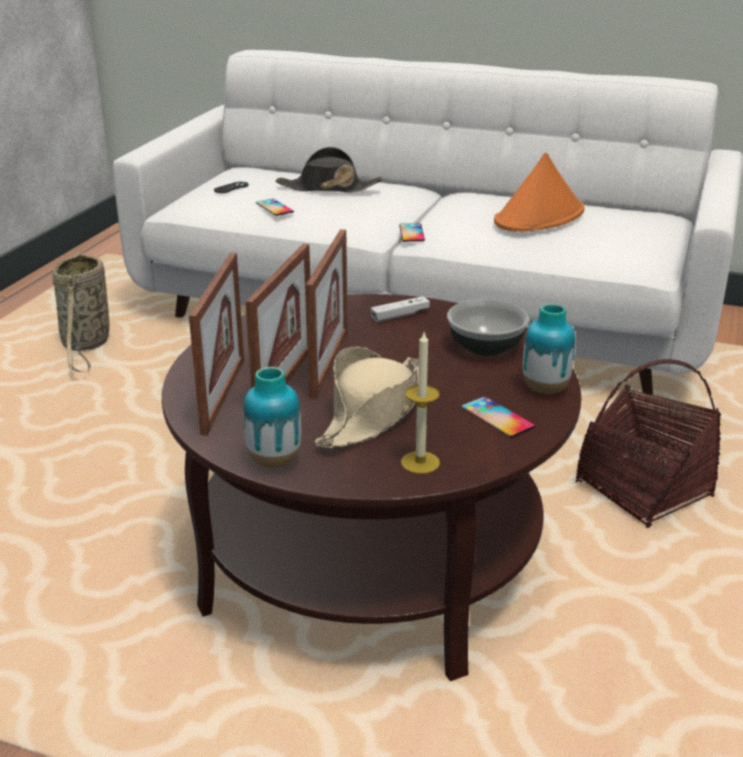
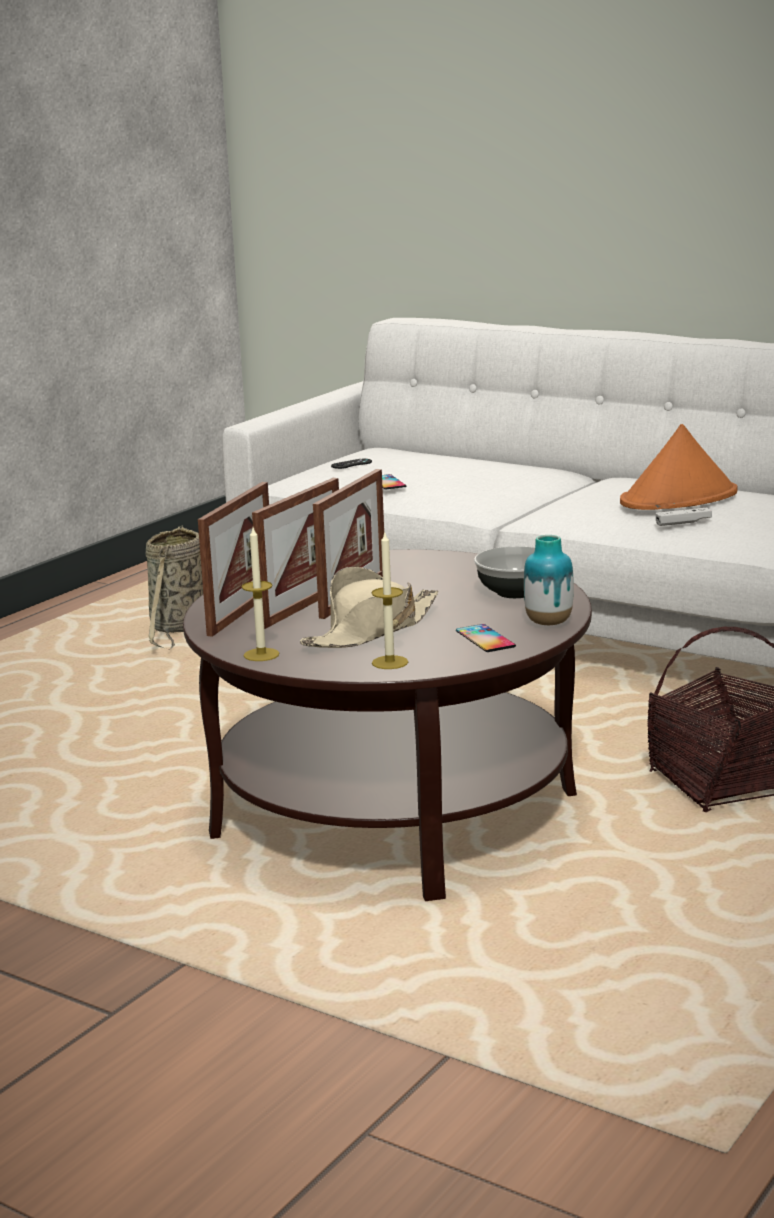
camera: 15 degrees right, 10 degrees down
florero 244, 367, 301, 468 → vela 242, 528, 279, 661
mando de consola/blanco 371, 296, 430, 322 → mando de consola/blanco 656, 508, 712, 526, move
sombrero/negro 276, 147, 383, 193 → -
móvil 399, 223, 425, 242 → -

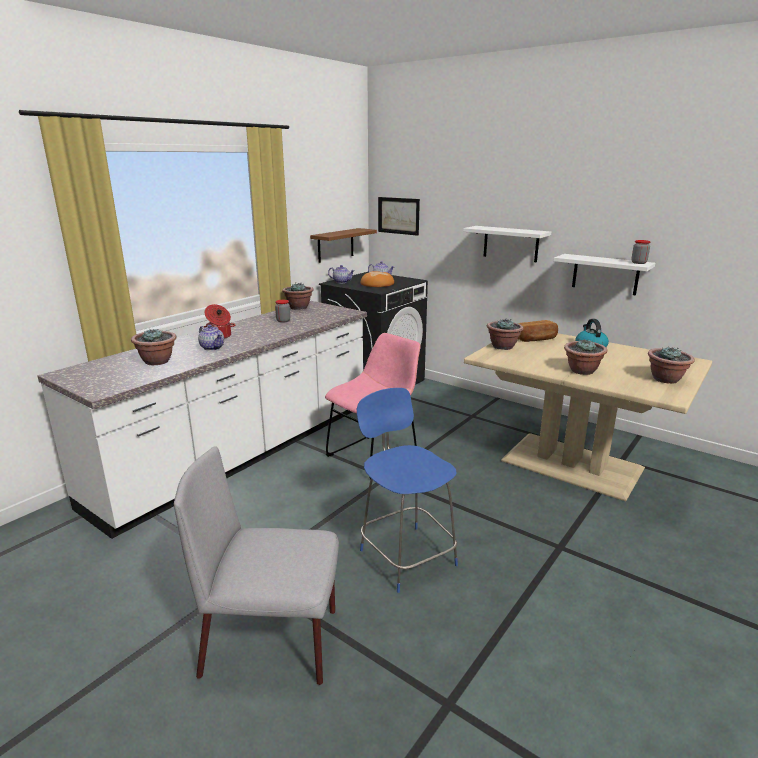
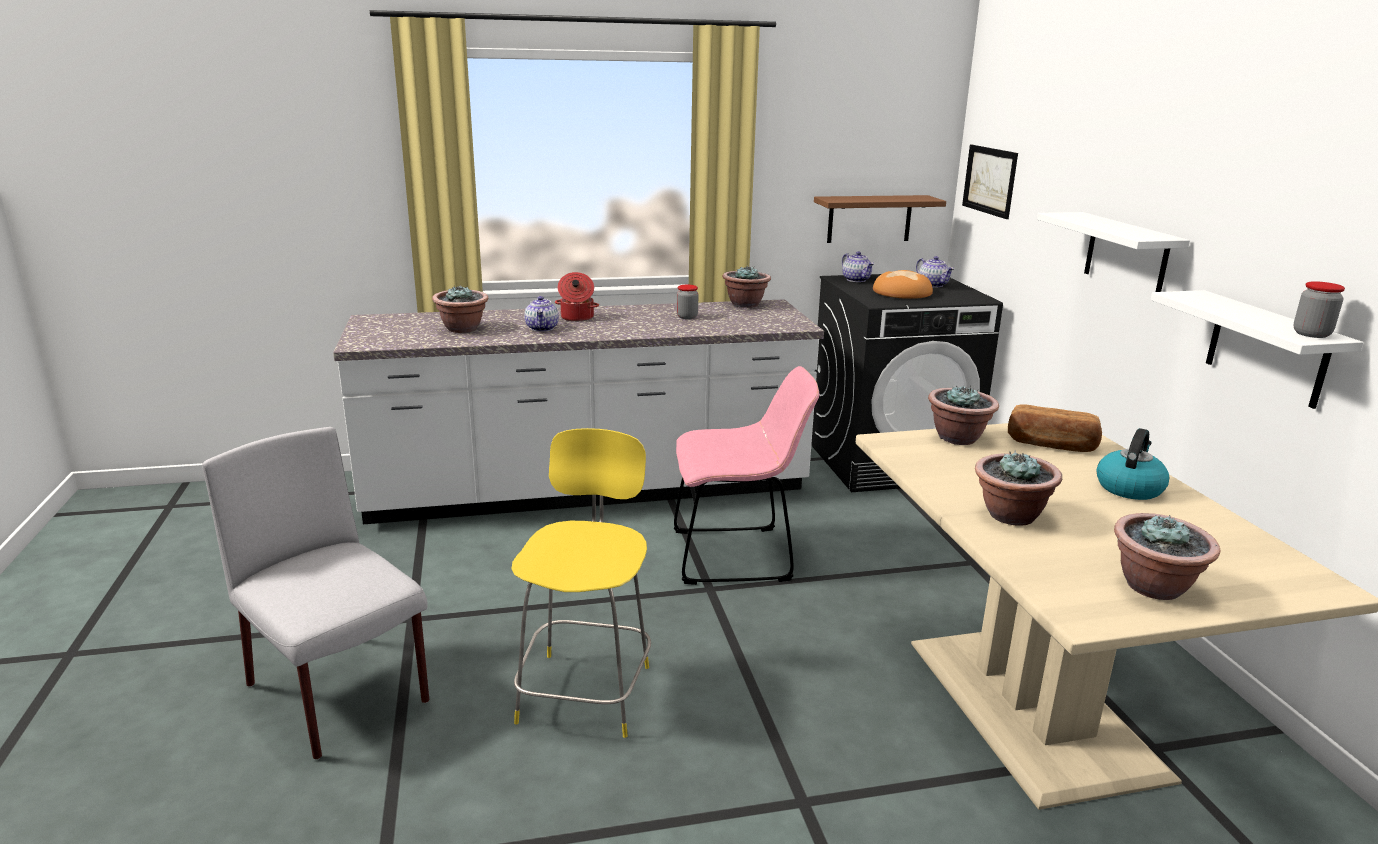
camera: 40 degrees right, 0 degrees up
silla/azul 357, 388, 458, 593 → silla/amarillo 511, 428, 651, 738

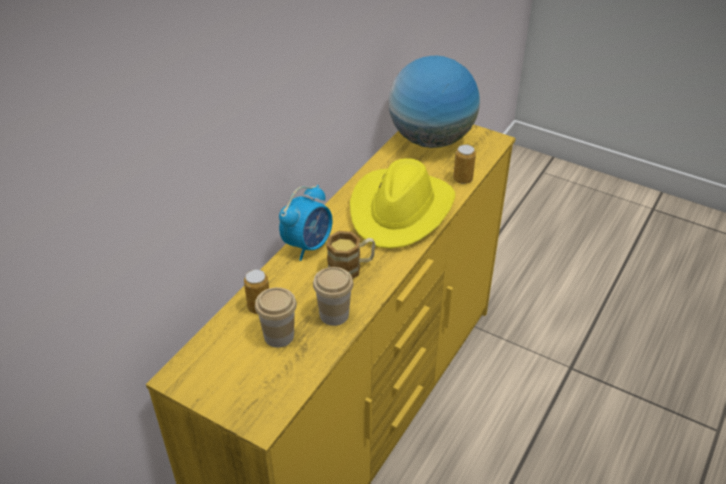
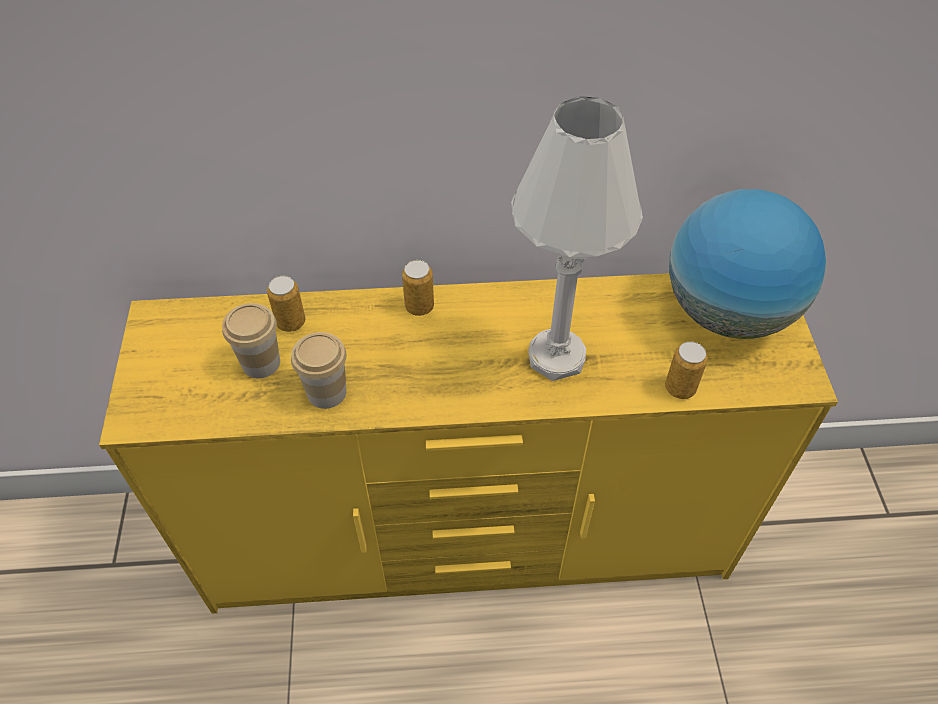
camera: 55 degrees right, 10 degrees up
despertador 279, 185, 332, 261 → lata 402, 260, 434, 316
sombrero/amarillo 350, 158, 455, 248 → lámpara de mesa/blanco 511, 96, 643, 381
taza grande 326, 231, 375, 279 → -

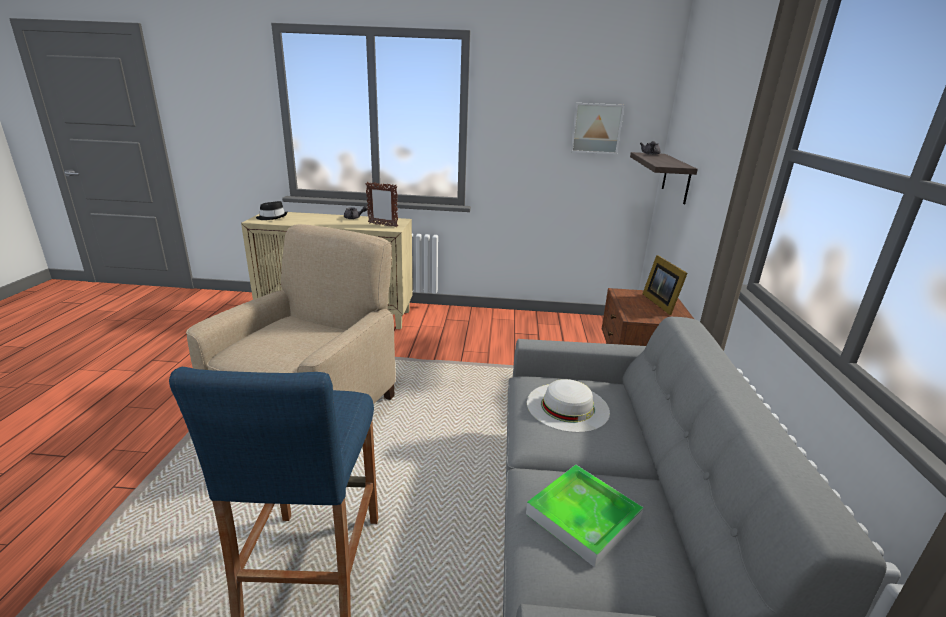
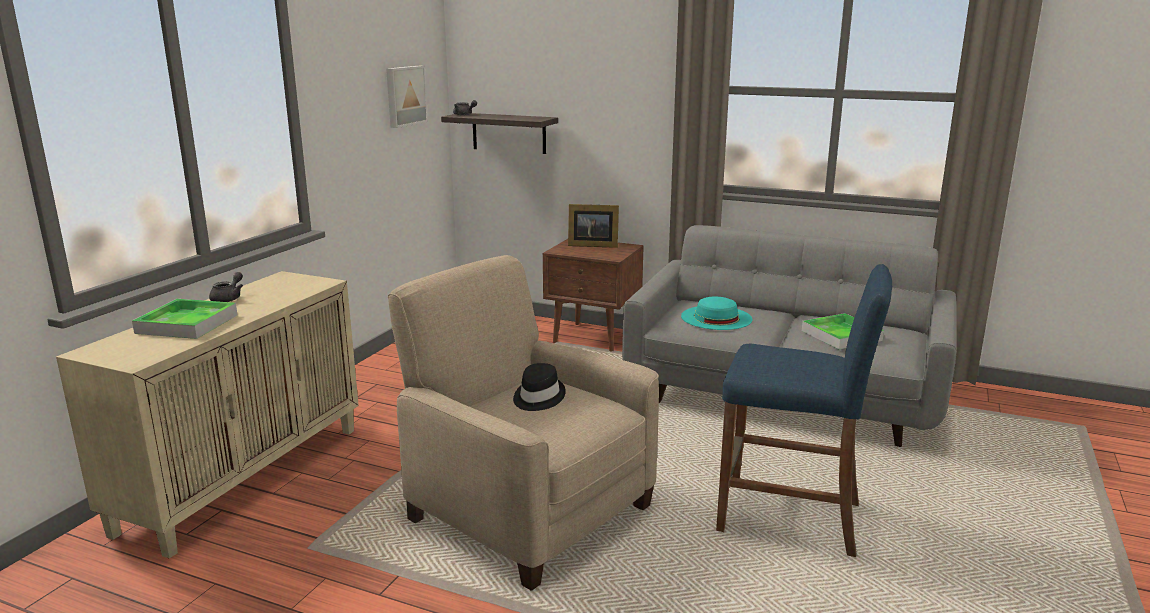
camera: 70 degrees left, 5 degrees down
- → bandeja 132, 299, 238, 339
sombrero/negro 256, 201, 288, 220 → sombrero/negro 513, 363, 566, 411, move
sombrero/blanco 527, 379, 610, 432 → sombrero/turquesa 681, 297, 752, 330
portarretratos 366, 182, 398, 227 → -

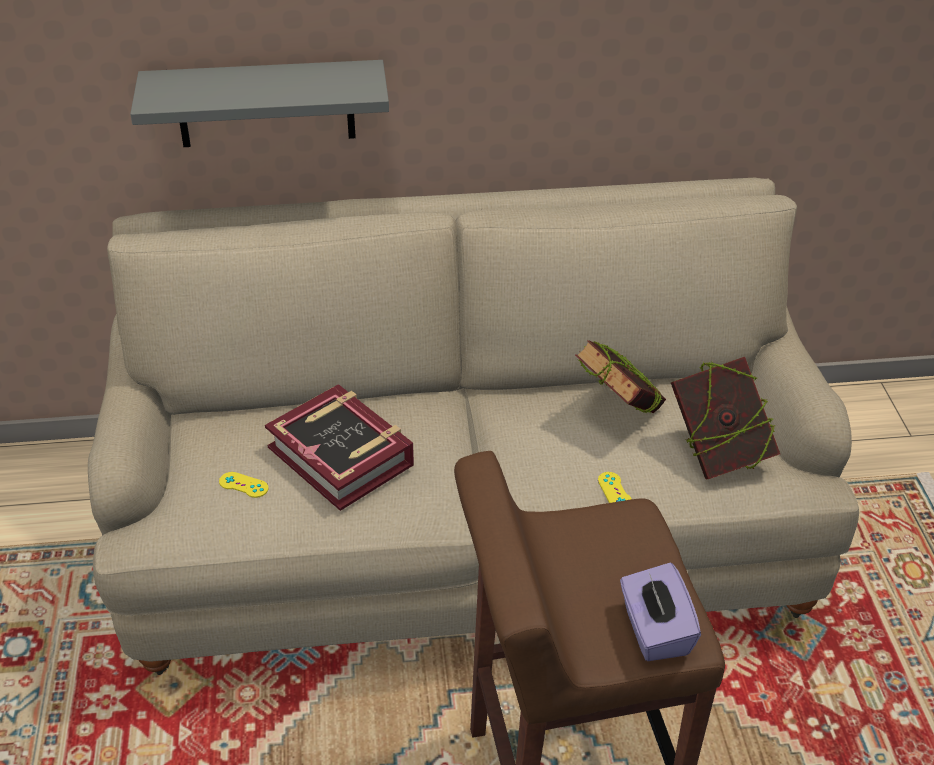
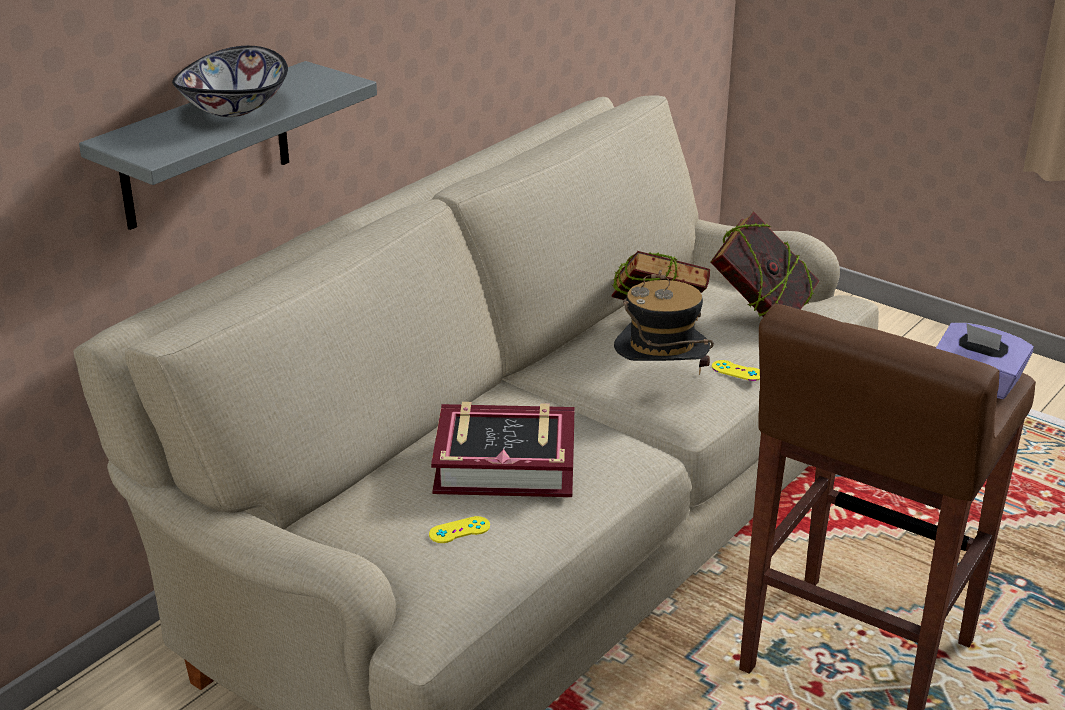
camera: 45 degrees left, 10 degrees down
- → cuenco 172, 46, 288, 117
- → sombrero 614, 269, 714, 375

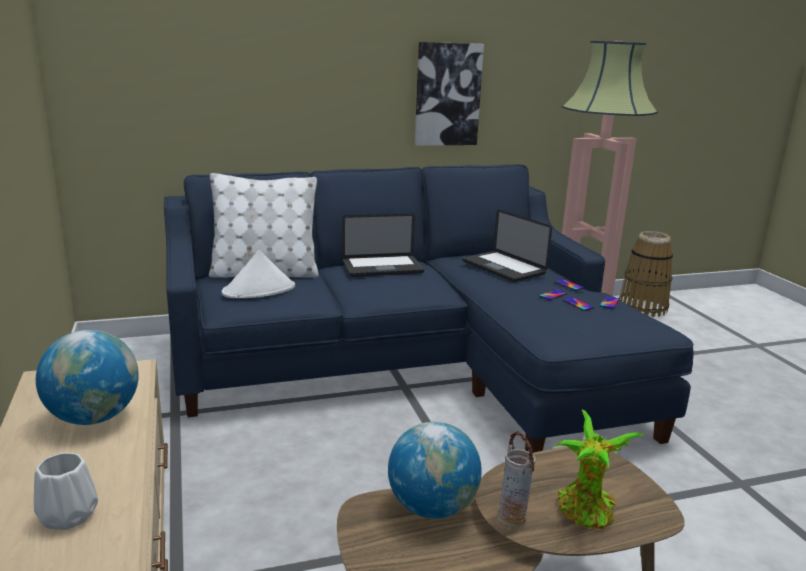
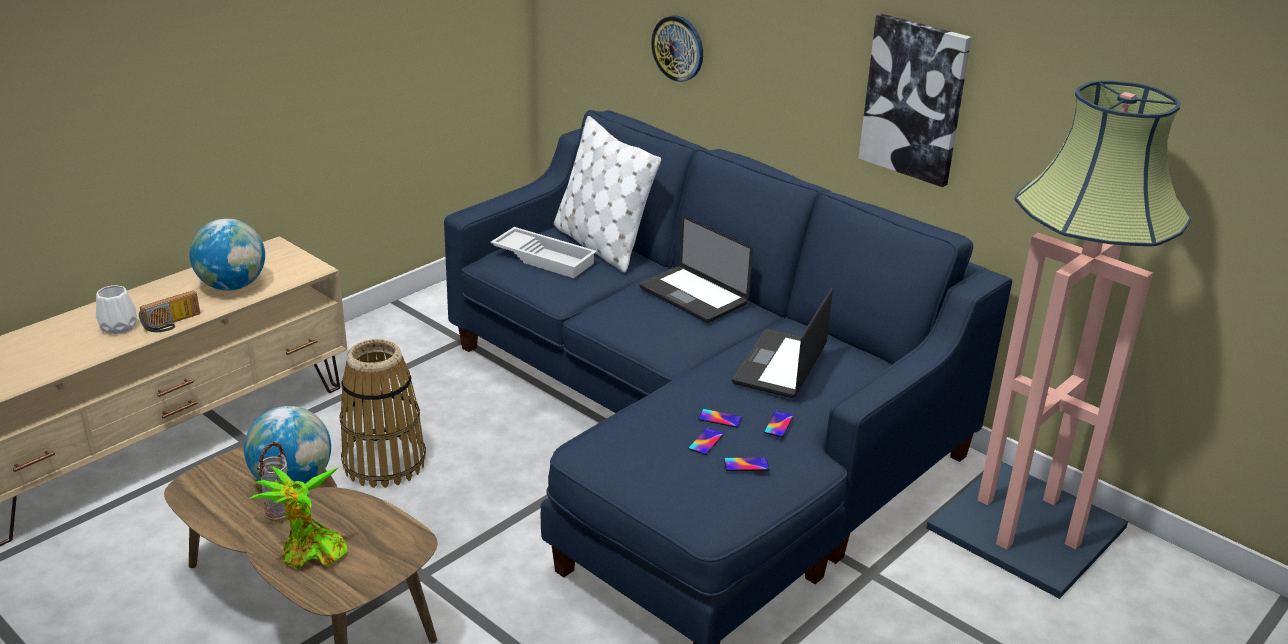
camera: 60 degrees right, 10 degrees up
- → radio 139, 290, 200, 332
cesta 619, 231, 673, 317 → cesta 339, 339, 426, 488, move
sombrero/blanco 222, 250, 295, 298 → bandeja/blanco 490, 227, 597, 278
- → reloj de pared 651, 16, 703, 82

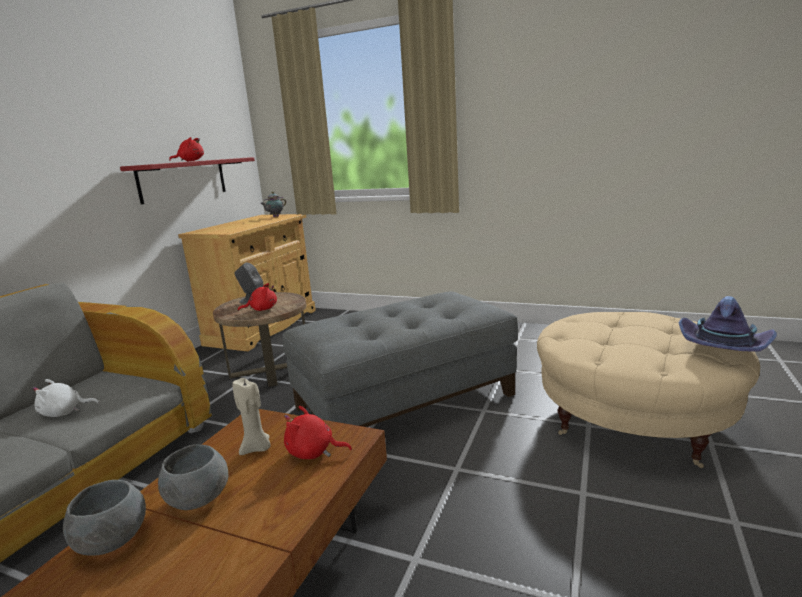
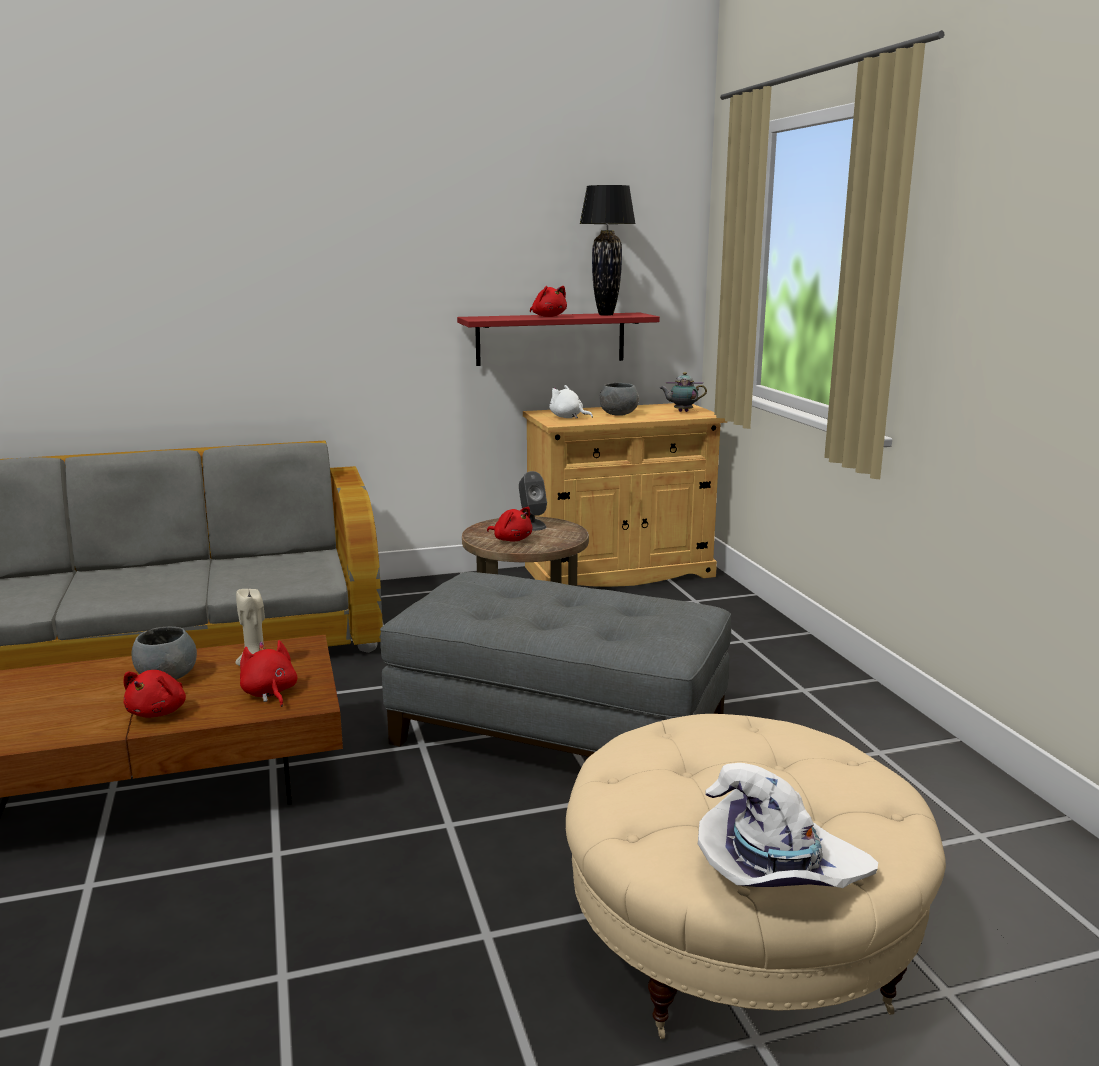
camera: 50 degrees right, 0 degrees up
- → peluche/rojo 123, 670, 186, 717
peluche/blanco 32, 379, 99, 417 → peluche/blanco 549, 385, 593, 419, move
- → lámpara de mesa/negro 579, 185, 636, 316
cuenco/gris 63, 480, 146, 556 → cuenco/gris 600, 383, 639, 416, move
sombrero/morado 679, 296, 777, 352 → sombrero/blanco 698, 763, 878, 888

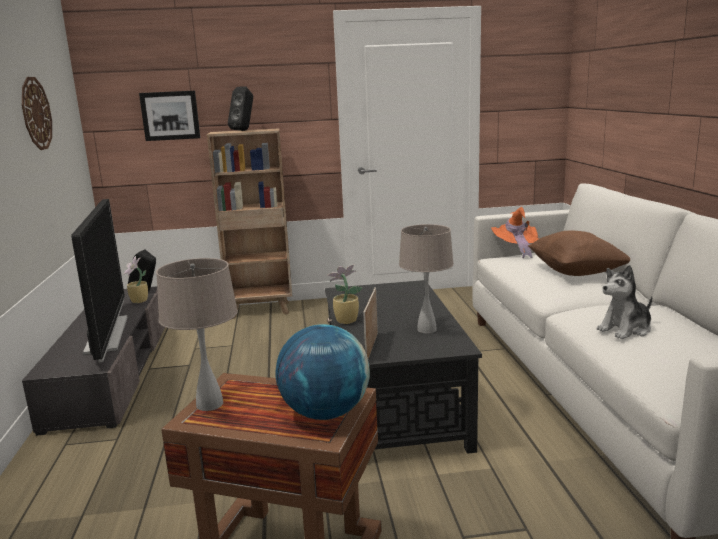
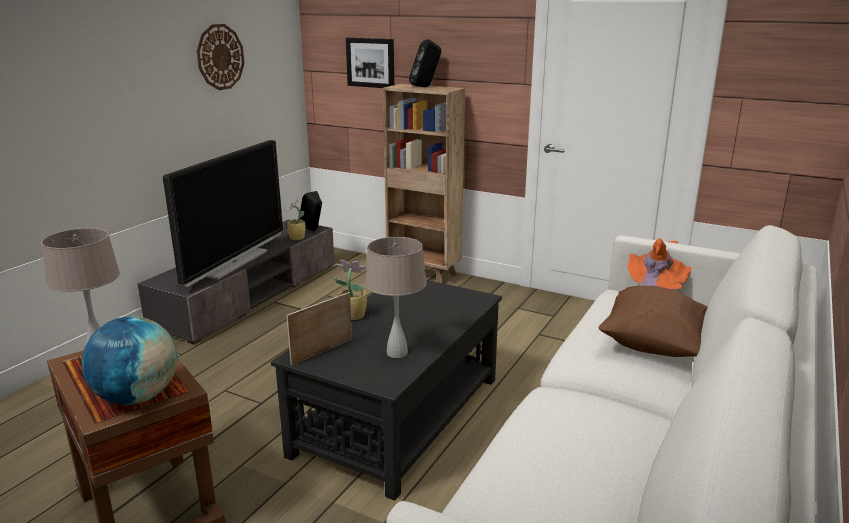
camera: 35 degrees right, 5 degrees up
peluche 597, 265, 652, 339 → -

